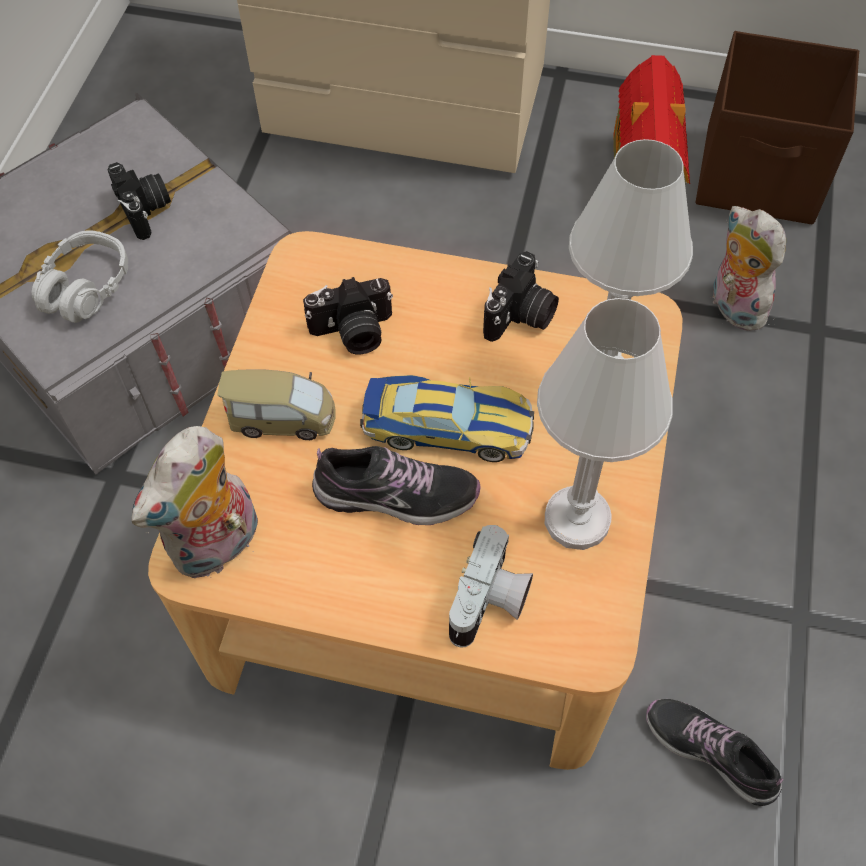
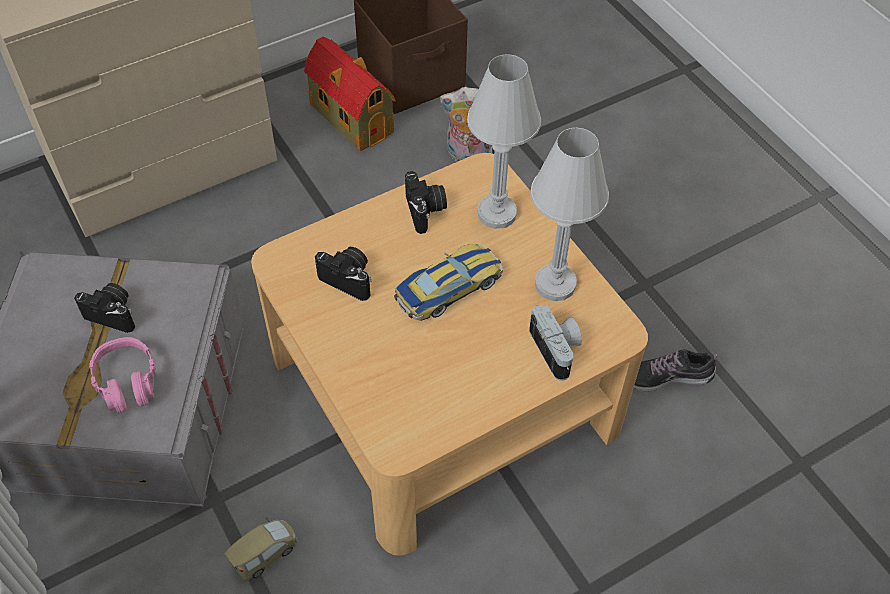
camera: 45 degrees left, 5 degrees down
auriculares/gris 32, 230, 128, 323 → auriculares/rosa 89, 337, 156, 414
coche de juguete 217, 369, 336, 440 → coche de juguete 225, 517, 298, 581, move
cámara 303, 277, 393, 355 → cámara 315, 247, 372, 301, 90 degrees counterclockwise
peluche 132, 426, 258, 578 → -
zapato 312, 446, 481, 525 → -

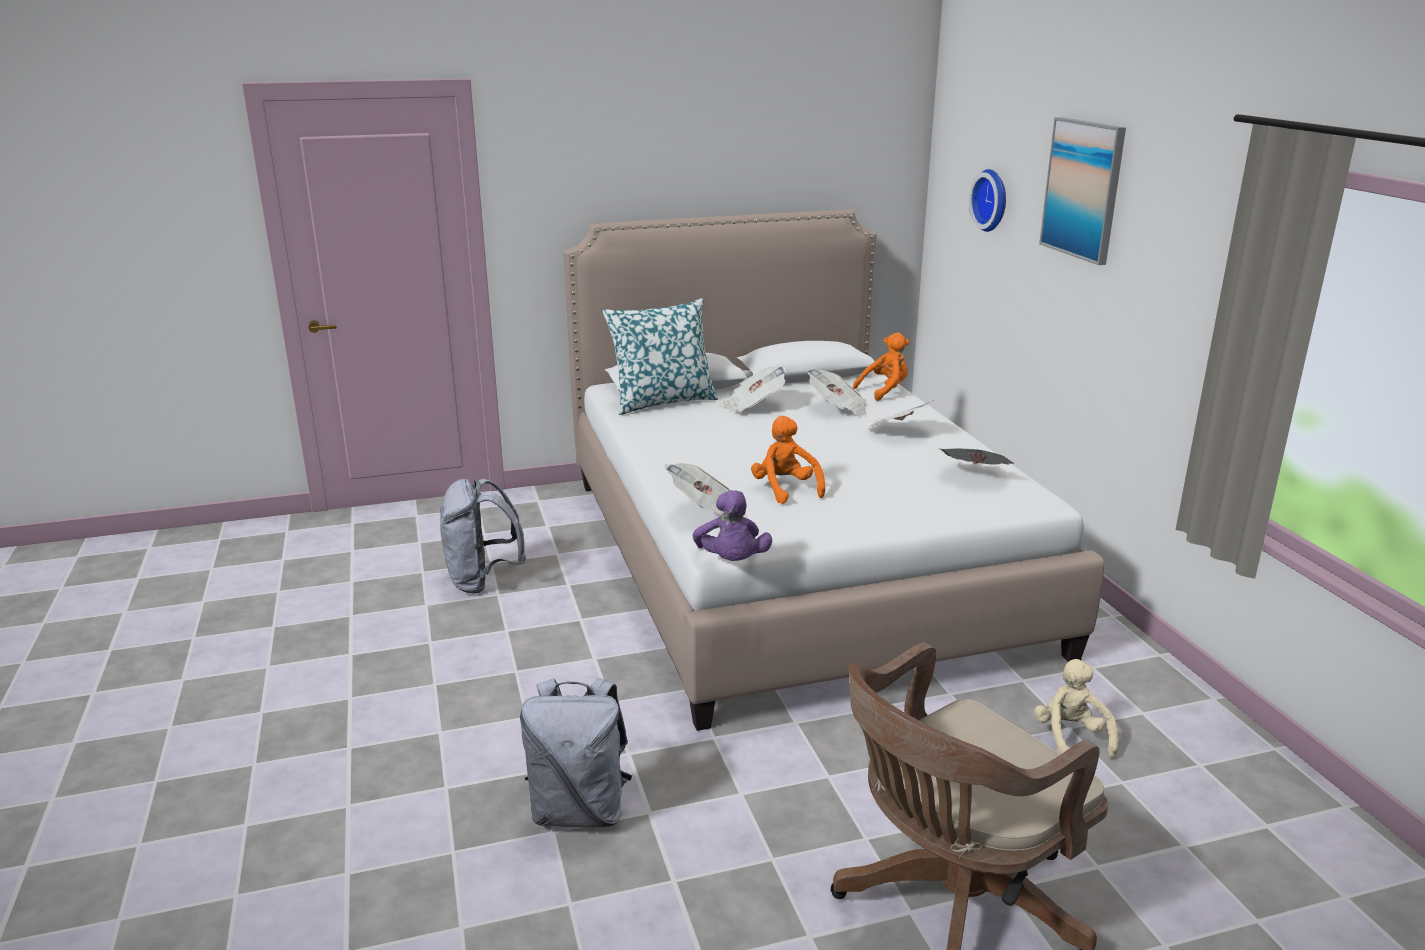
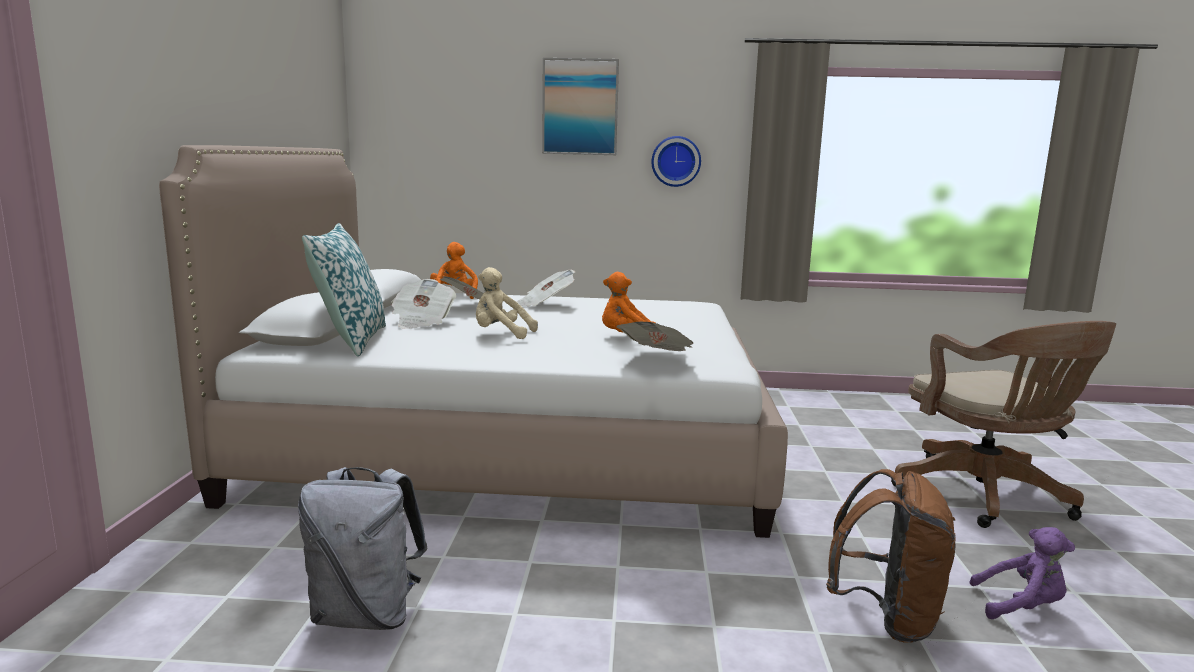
camera: 70 degrees left, 10 degrees down
peluche/beis 1034, 659, 1118, 759 → peluche/beis 476, 267, 538, 339, move
reloj de pared 969, 169, 1006, 232 → reloj de pared 651, 136, 701, 187, move
mochila/gris 520, 678, 632, 827 → mochila/marrón 826, 469, 956, 643
peluche/morado 693, 490, 772, 561 → peluche/morado 969, 527, 1075, 619, move
periódico 940, 448, 1014, 465 → -

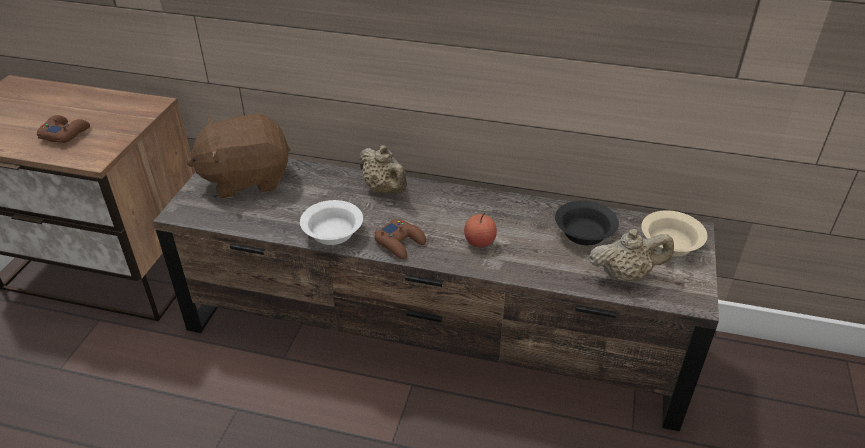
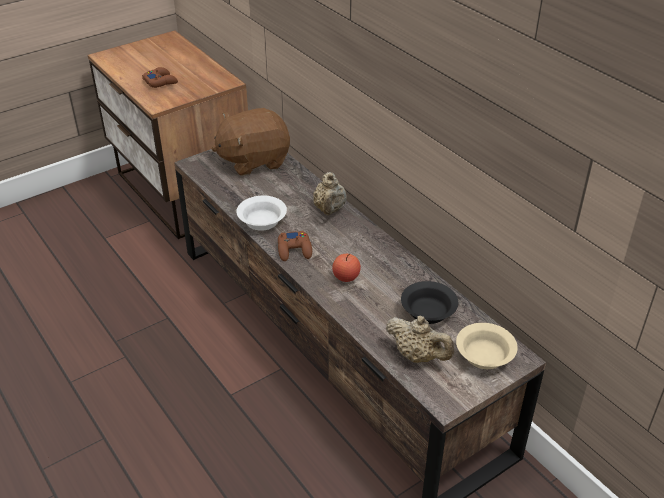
camera: 40 degrees right, 0 degrees up
peluche/marrón 187, 114, 290, 199 → peluche/marrón 212, 108, 290, 176, 45 degrees counterclockwise

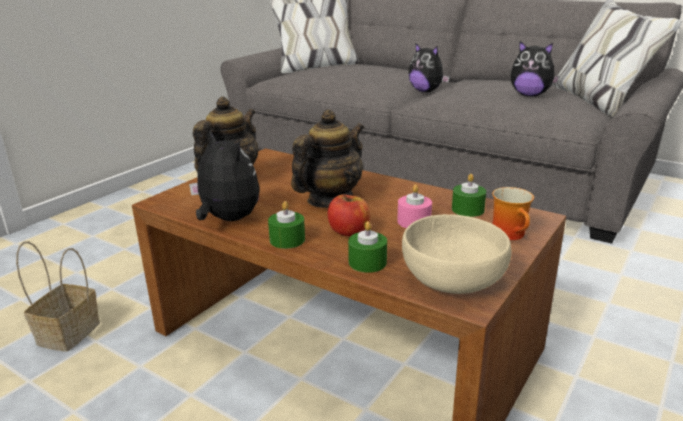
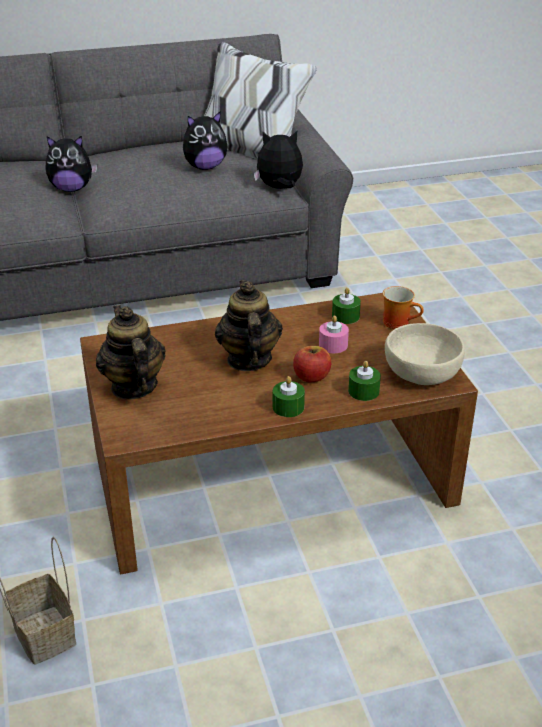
camera: 50 degrees left, 10 degrees up
peluche 189, 130, 260, 221 → peluche 254, 131, 303, 189, move

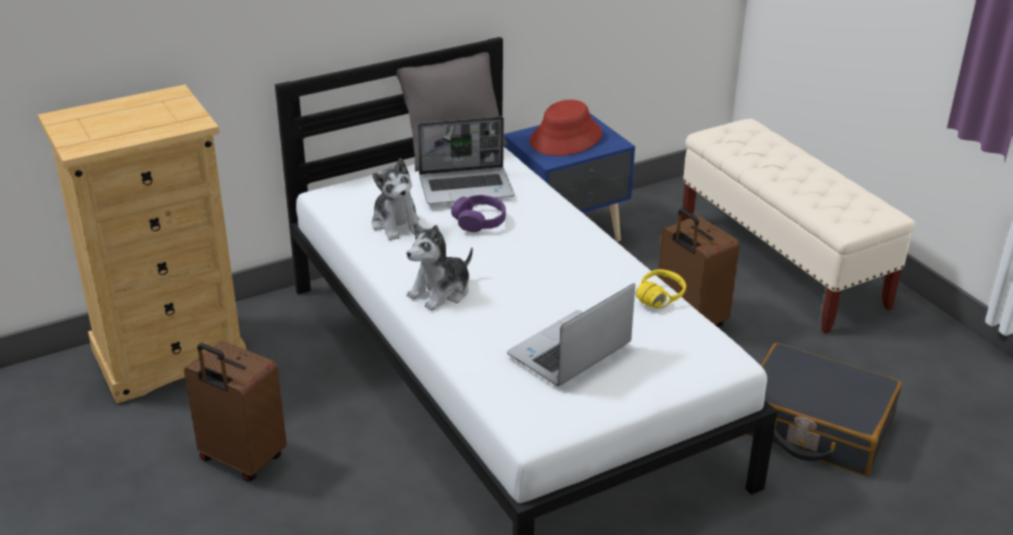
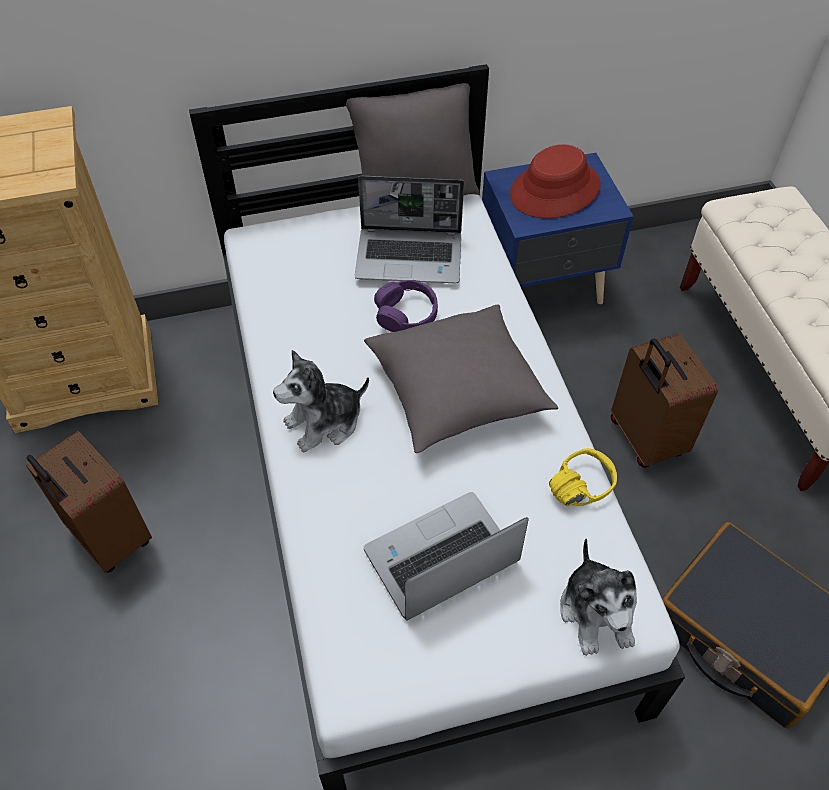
camera: 15 degrees right, 20 degrees up
- → cojín/gris 364, 304, 558, 453
peluche 372, 158, 420, 240 → peluche 560, 539, 637, 656, move

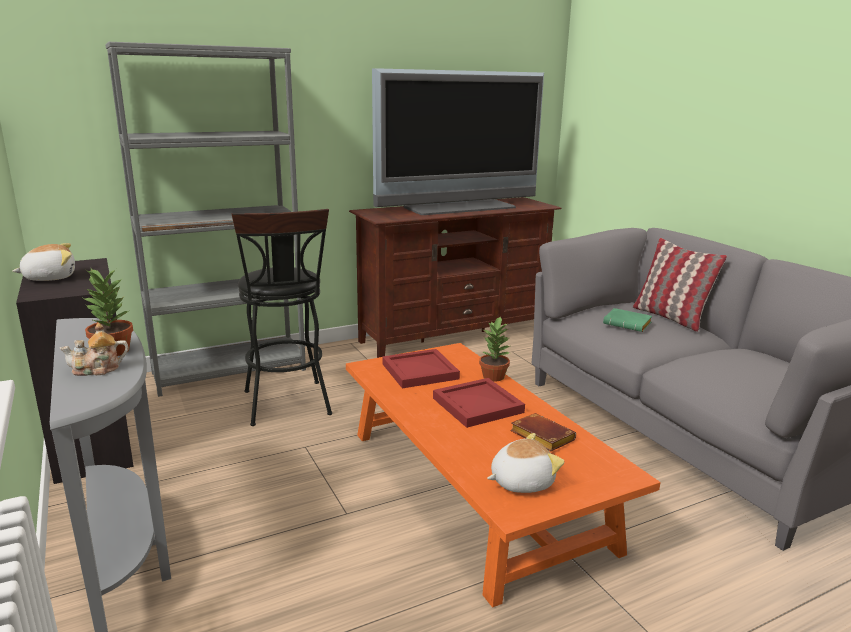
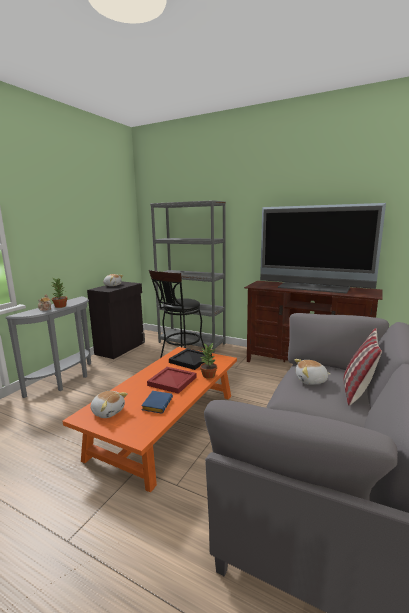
camera: 55 degrees right, 5 degrees down
libro/marrón 510, 413, 576, 451 → libro/azul 141, 391, 173, 414
bandeja/rojo 382, 349, 460, 388 → bandeja/negro 169, 348, 212, 370
libro/verde 603, 308, 652, 332 → peluche 294, 359, 331, 385

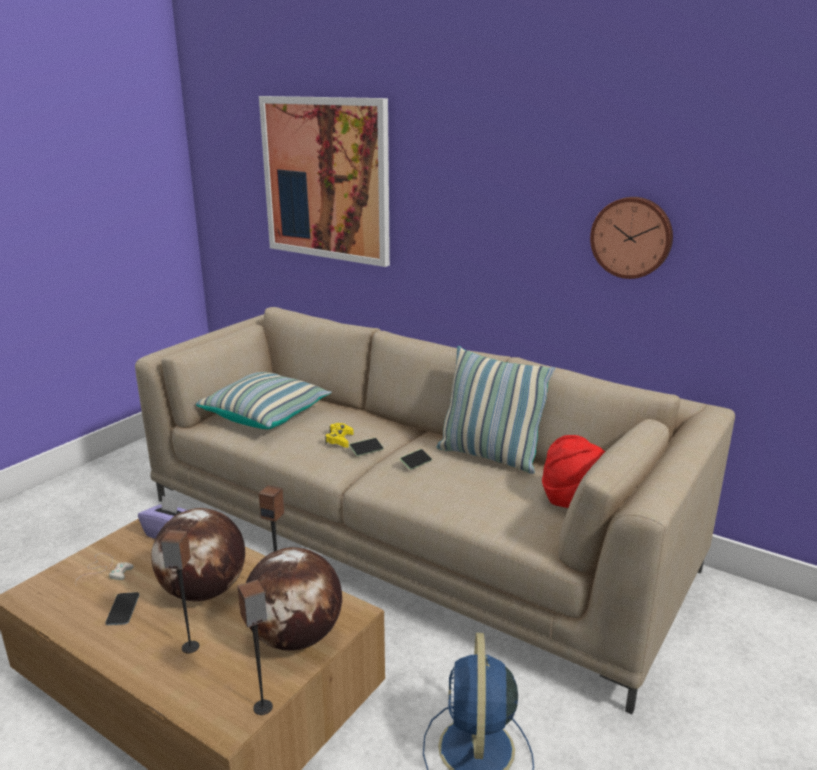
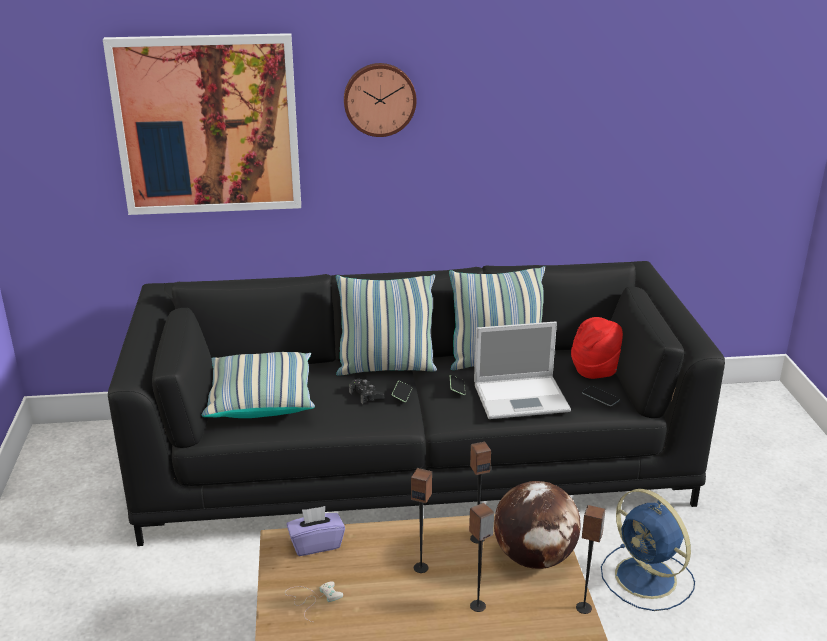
camera: 40 degrees left, 5 degrees up
sofá/beis 135, 307, 735, 714 → sofá/negro 108, 261, 725, 546
- → cojín 336, 274, 437, 376
reloj de pared 590, 197, 673, 279 → reloj de pared 344, 63, 416, 137, move
mando de consola/amarillo 325, 423, 353, 448 → mando de consola/negro 349, 379, 384, 404
globo terráqueo 151, 508, 245, 601 → altavoz 411, 468, 432, 573
- → portátil 474, 321, 571, 419
móvil 105, 592, 139, 625 → móvil 582, 386, 620, 406, move

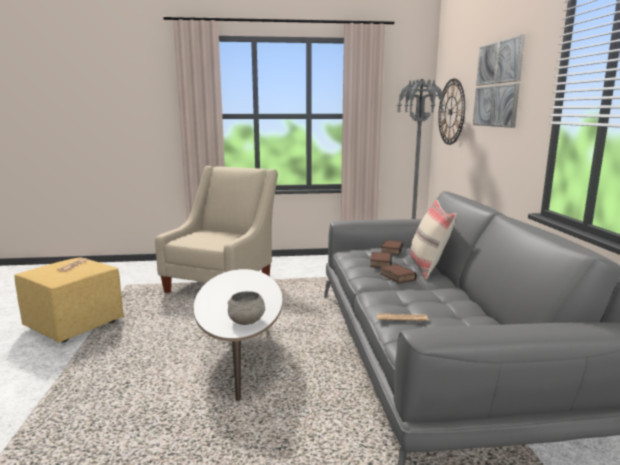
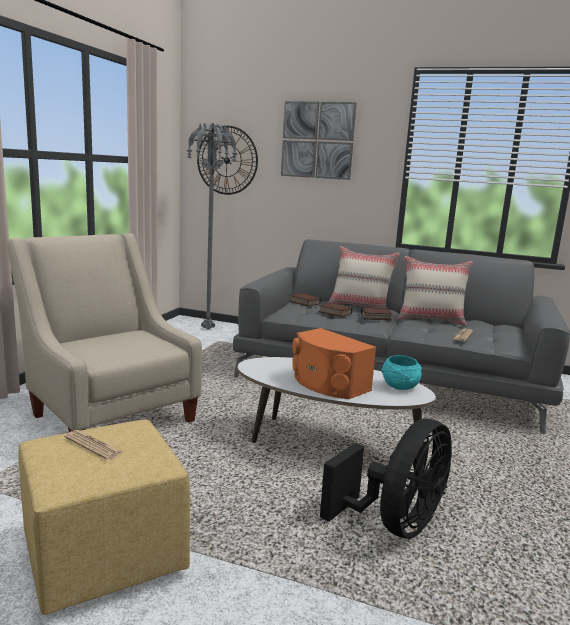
camera: 65 degrees left, 0 degrees up
- → altavoz/naranja 292, 328, 376, 399
- → ventilador/negro 320, 419, 452, 539
cuenco/gris 228, 291, 265, 325 → cuenco/turquesa 382, 355, 422, 390
- → cojín/beis 398, 256, 473, 326

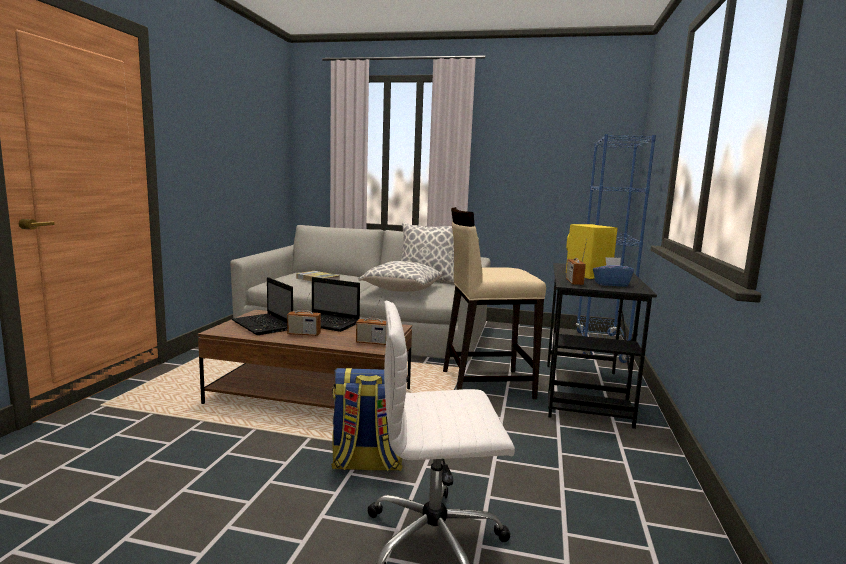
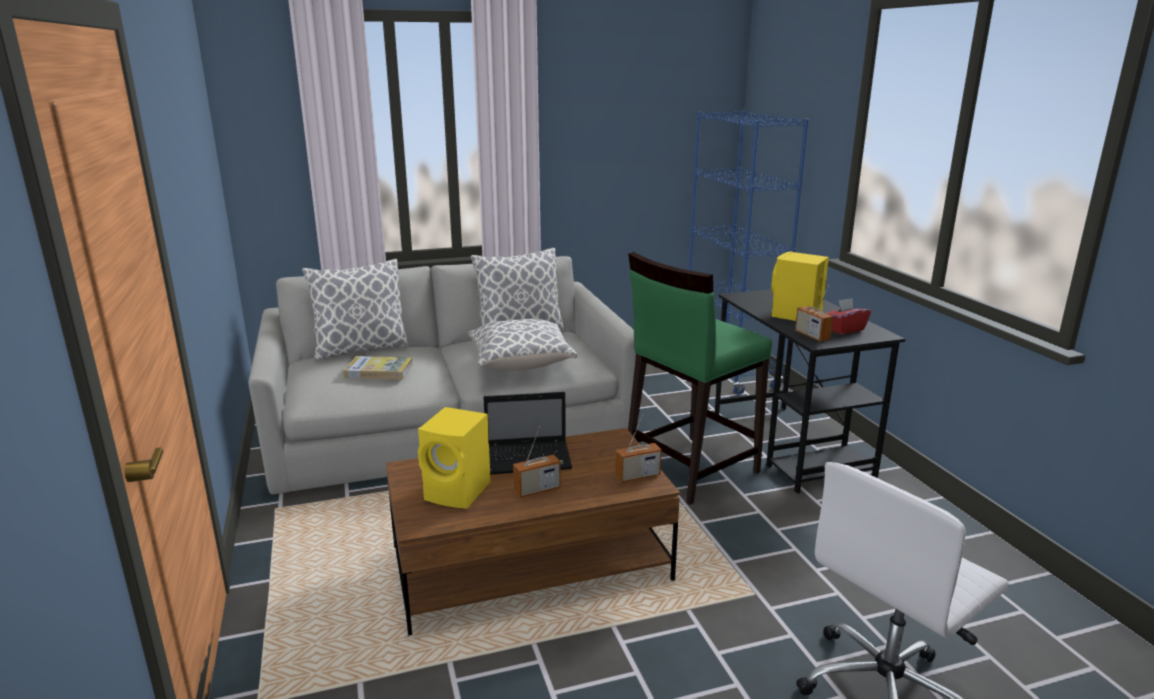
camera: 30 degrees left, 10 degrees up
- → cojín 302, 259, 409, 361
portátil 232, 277, 293, 335 → altavoz/amarillo 418, 407, 491, 509
taburete/beis 443, 207, 546, 399 → taburete/verde 628, 252, 772, 505
caja de pañuelos/azul 593, 257, 634, 287 → caja de pañuelos/rojo 826, 298, 871, 335
mochila 331, 368, 403, 471 → -

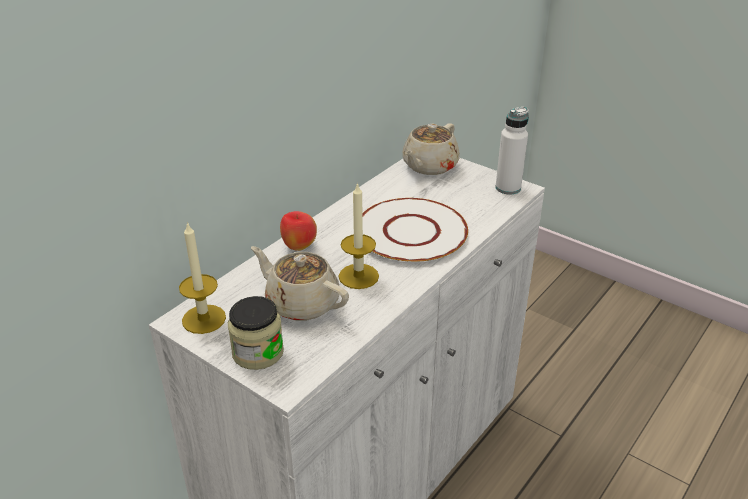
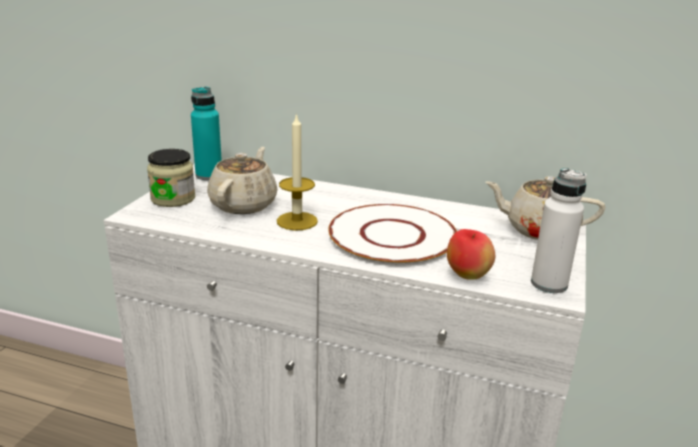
camera: 70 degrees right, 10 degrees down
vela 179, 222, 226, 334 → botella/turquesa 191, 86, 222, 180
manzana 280, 211, 317, 251 → manzana 447, 229, 495, 280, move

